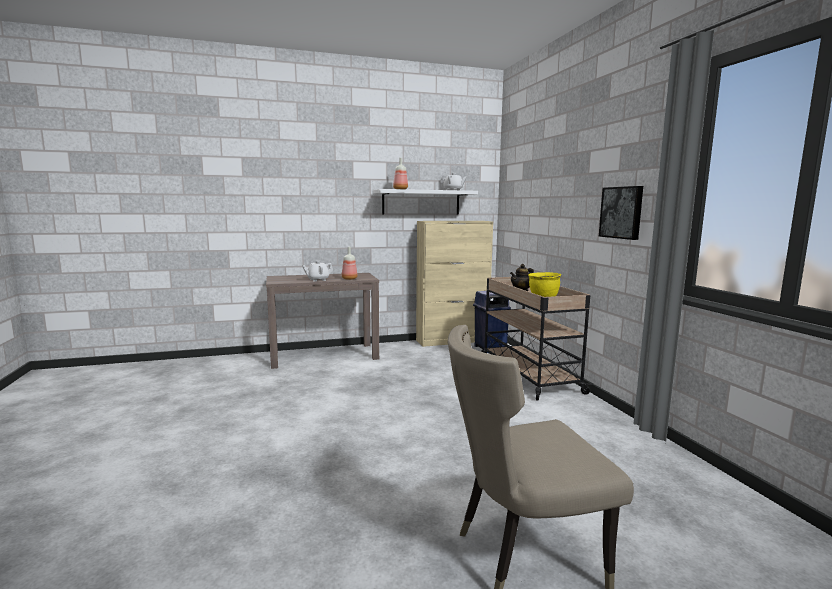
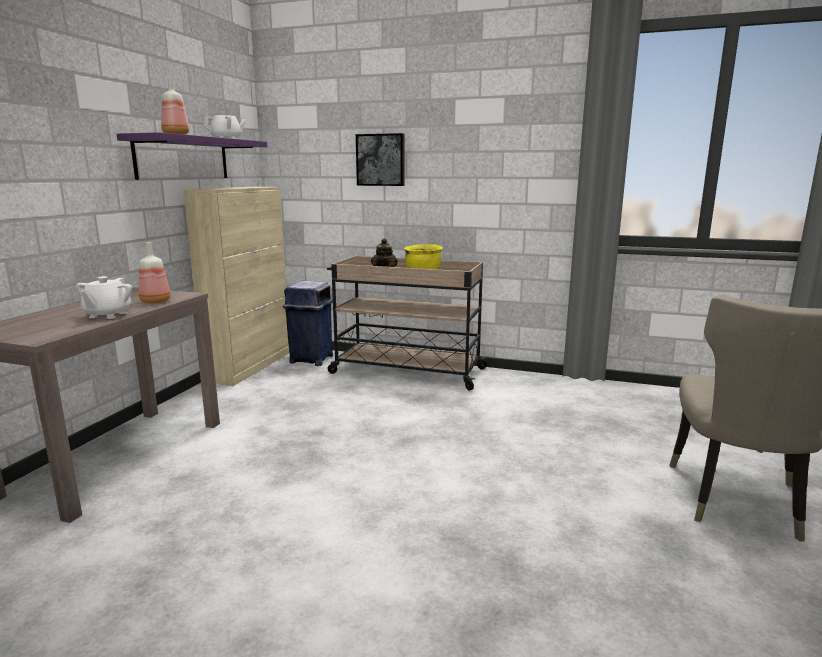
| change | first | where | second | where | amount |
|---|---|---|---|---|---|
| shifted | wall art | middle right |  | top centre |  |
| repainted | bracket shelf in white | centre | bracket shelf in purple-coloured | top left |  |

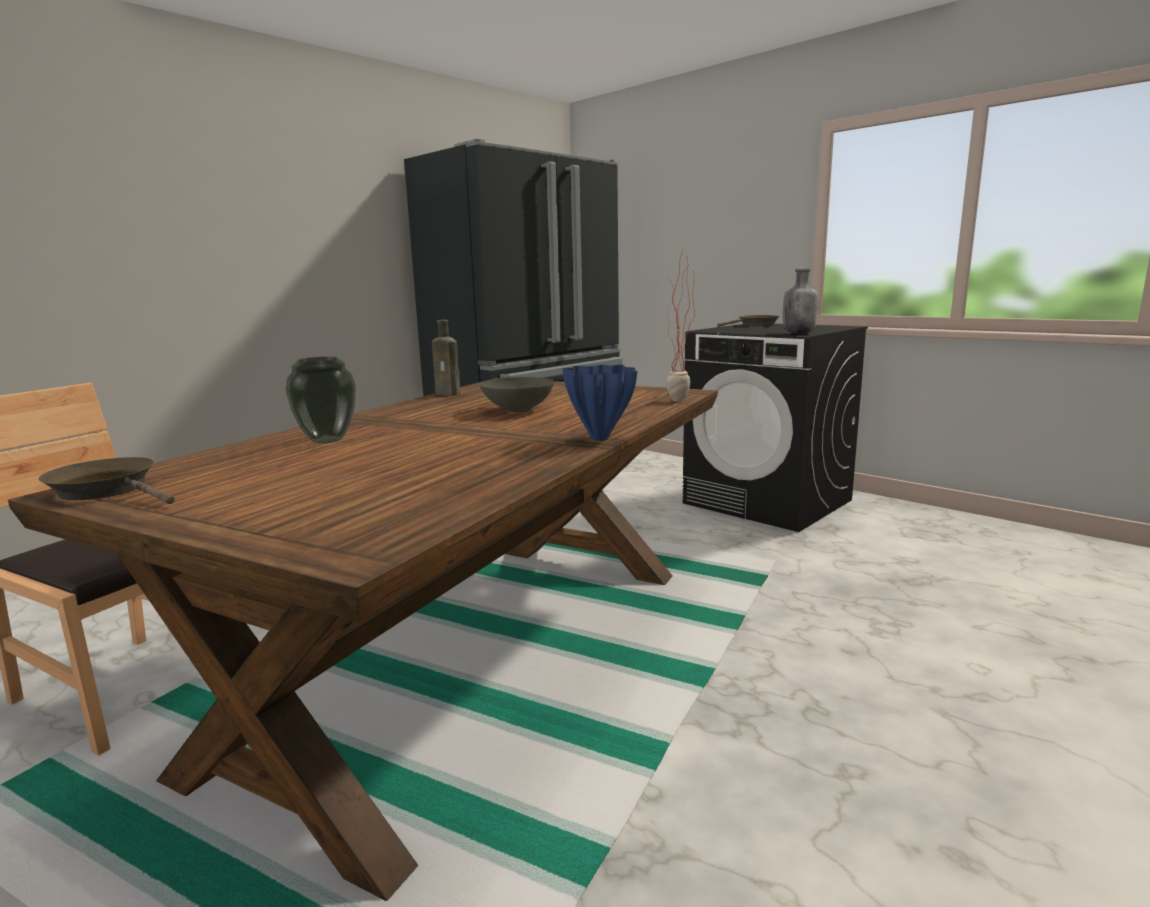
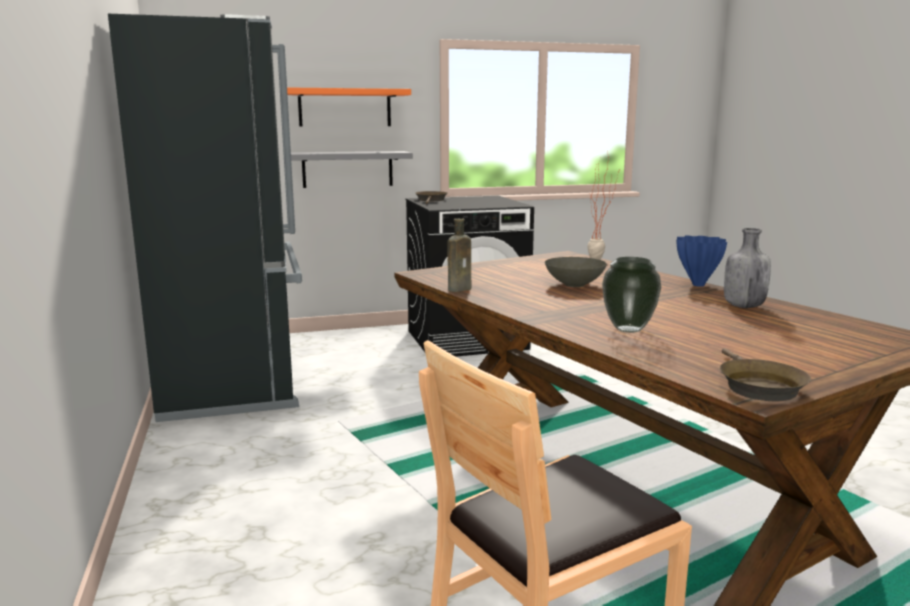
| change | first | where | second | where | amount |
|---|---|---|---|---|---|
| shifted | beverage bottle in gray | top right |  | middle right |  |
| rotated | pan in brown (no. 1 from left in the first image) | middle left | pan in brown (no. 2 from left) | middle right | 60 degrees counterclockwise |
| new |  |  | bracket shelf in orangey | top centre |  |
| new |  |  | bracket shelf in gray | top centre |  |

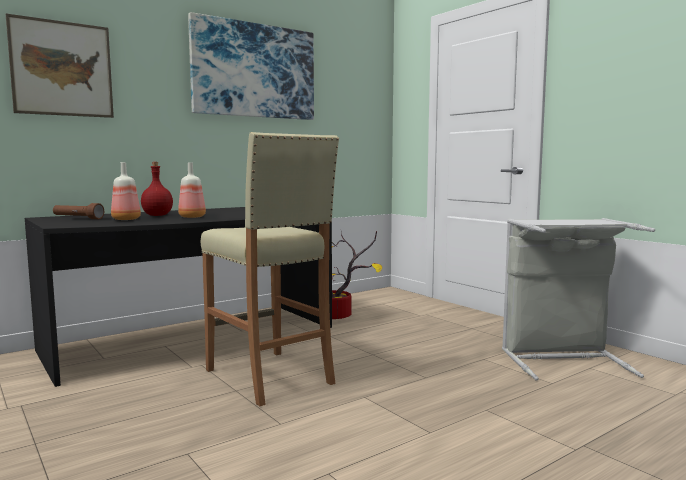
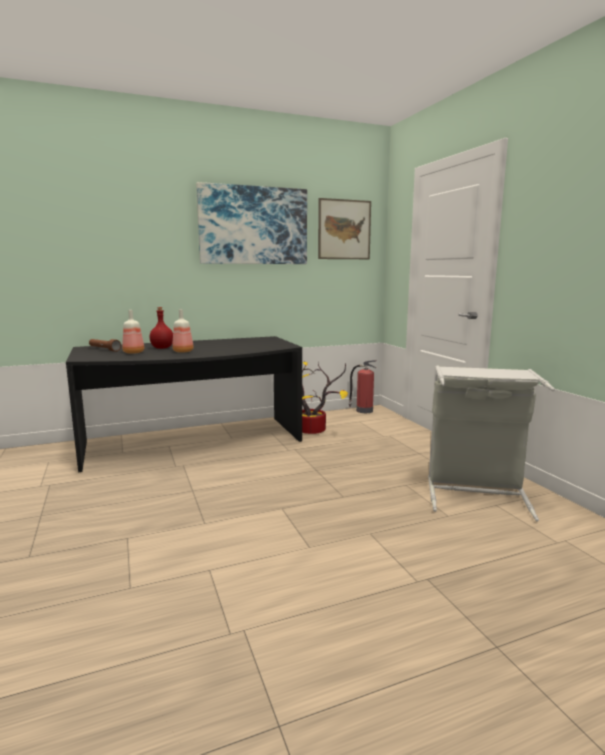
| change | first | where | second | where | amount |
|---|---|---|---|---|---|
| shifted | wall art (no. 1 from left in the first image) | top left | wall art (no. 2 from left) | top centre |  |
| gone | stool in sand-coloured | centre |  |  |  |
| new |  |  | fire extinguisher | centre |  |

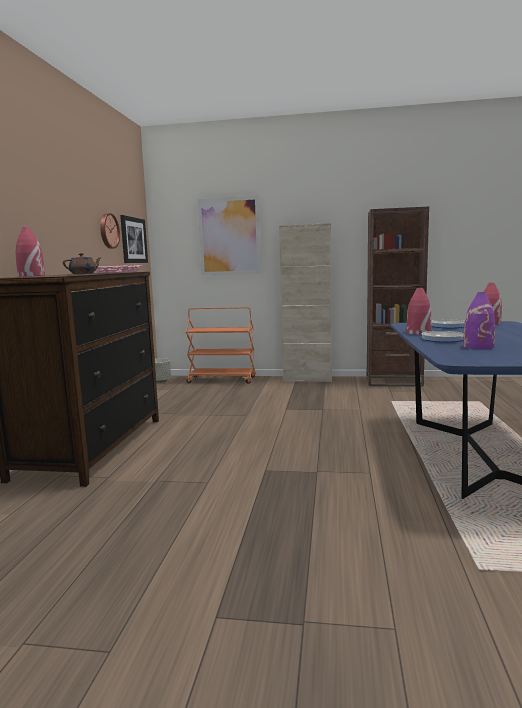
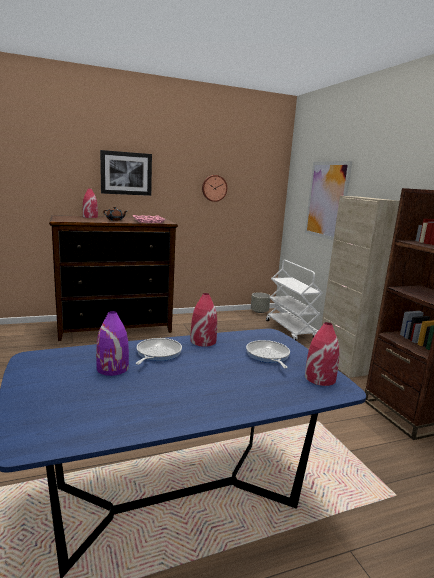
| change | first | where | second | where | amount |
|---|---|---|---|---|---|
| shifted | wall art (no. 1 from left) | middle left |  | top left |  |
| repainted | wheeled cart in orangey | centre | wheeled cart in white | middle right |  |

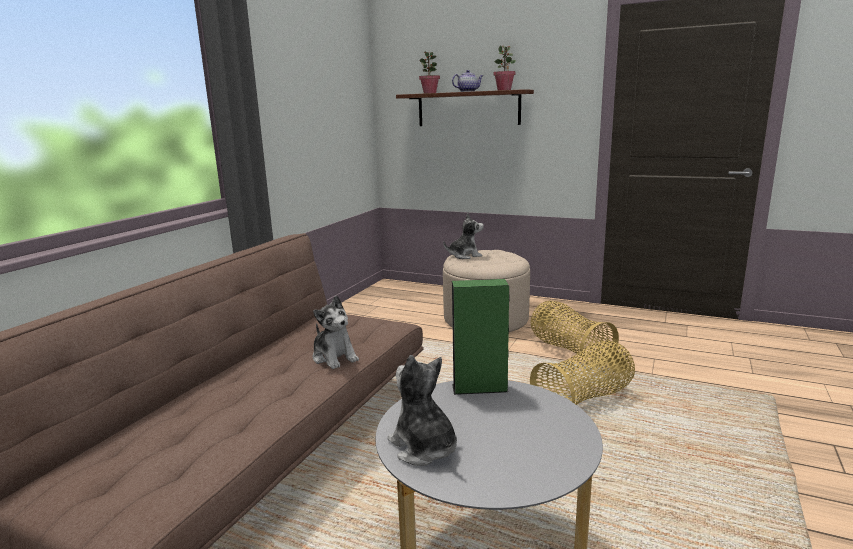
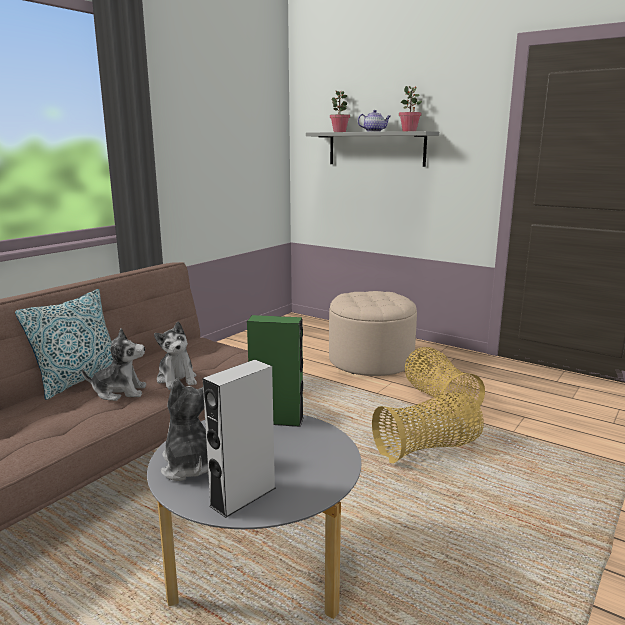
| change | first | where | second | where | amount |
|---|---|---|---|---|---|
| repainted | bracket shelf in brown | top centre | bracket shelf in gray | top centre |  |
| shifted | cuddly toy (no. 3 from left in the first image) | centre | cuddly toy (no. 1 from left) | middle left |  |
| new |  |  | pillow | middle left |  |
| new |  |  | loudspeaker in gray | bottom centre |  |

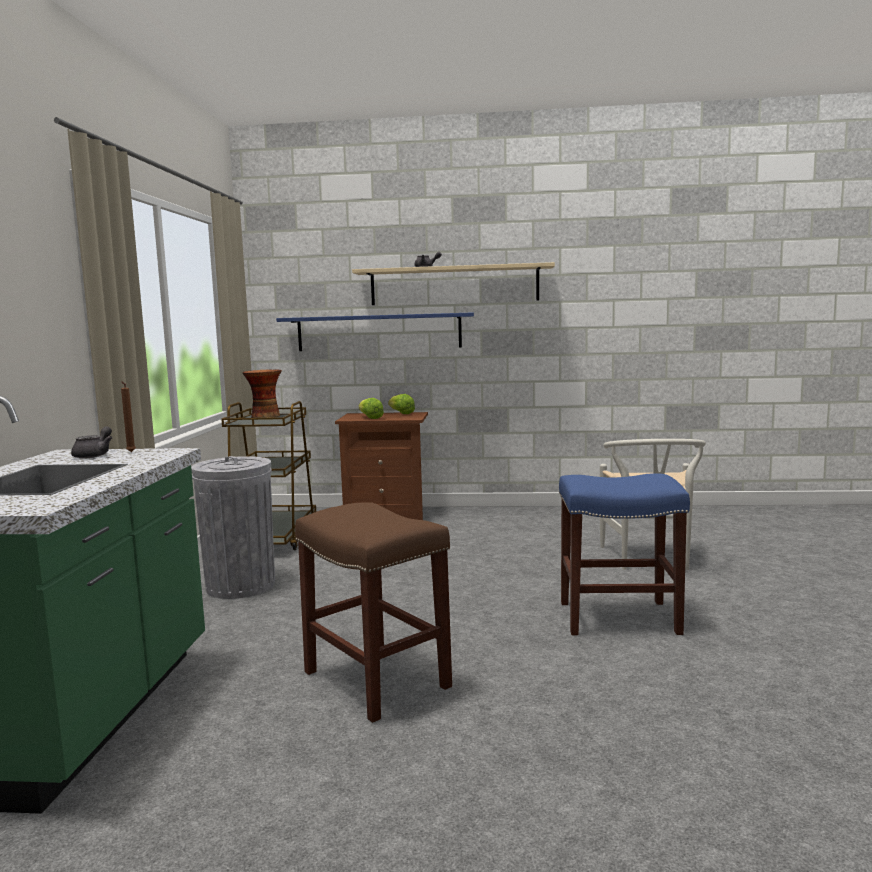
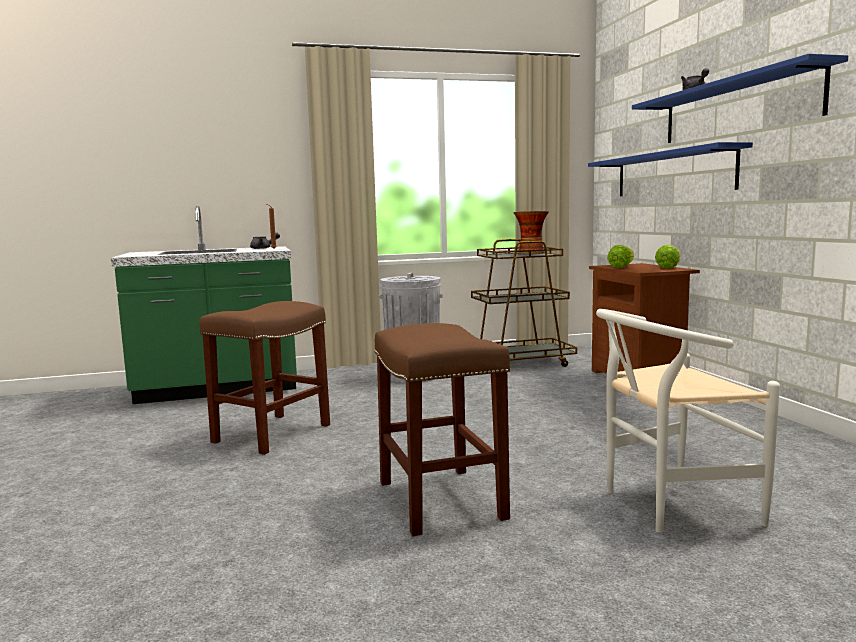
| change | first | where | second | where | amount |
|---|---|---|---|---|---|
| repainted | bracket shelf in sand-coloured | top centre | bracket shelf in blue-coloured (no. 2 from left) | top right |  |
| repainted | stool in blue-coloured | middle right | stool in brown (no. 2 from left) | bottom centre |  |

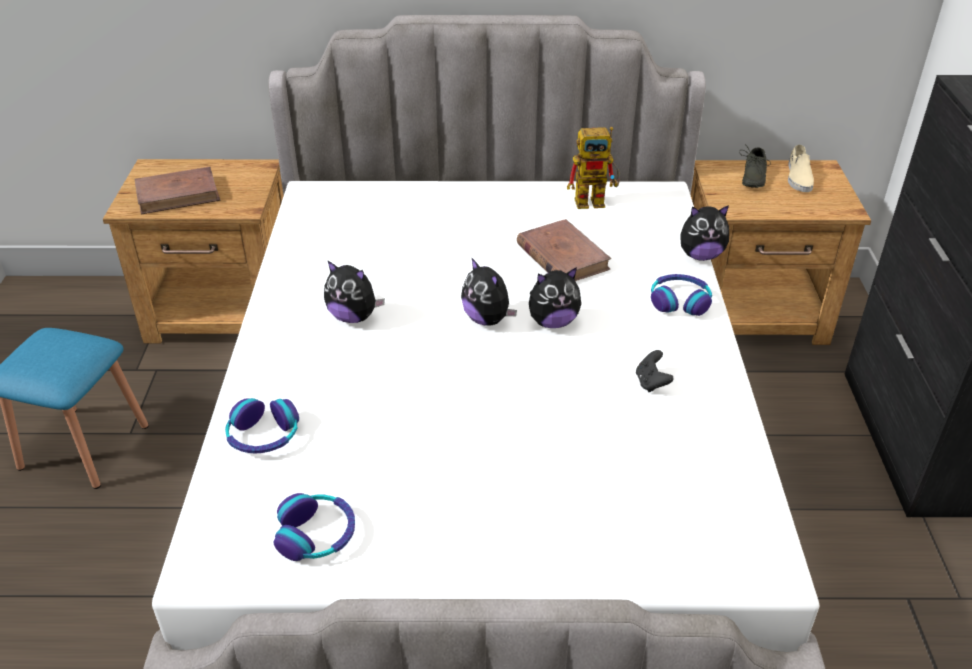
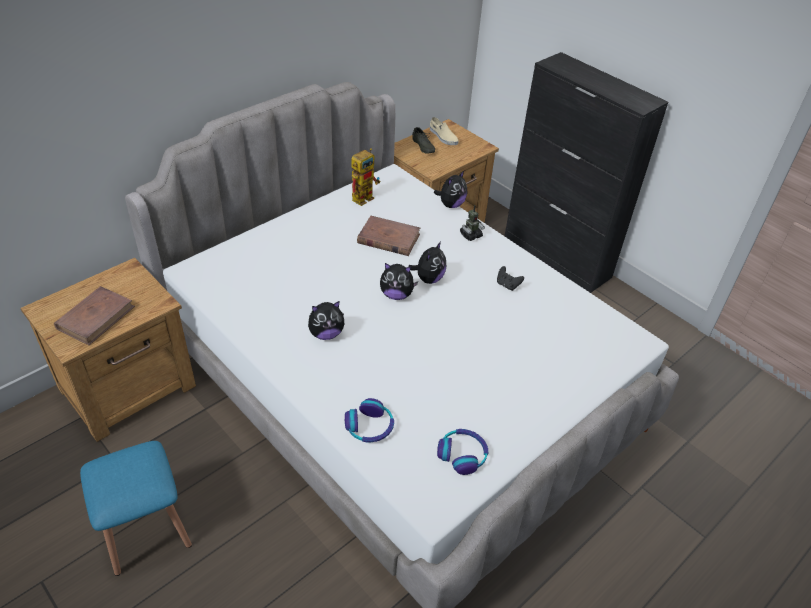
| change | first | where | second | where | amount |
|---|---|---|---|---|---|
| swapped | pair of headphones (no. 3 from left) | middle right | model robot (no. 2 from left) | centre |  |

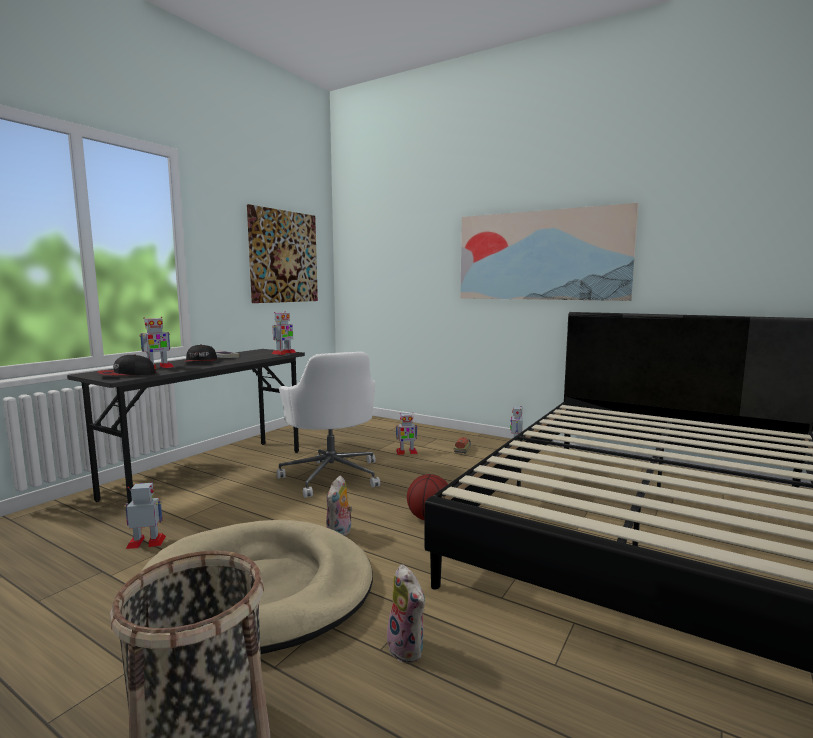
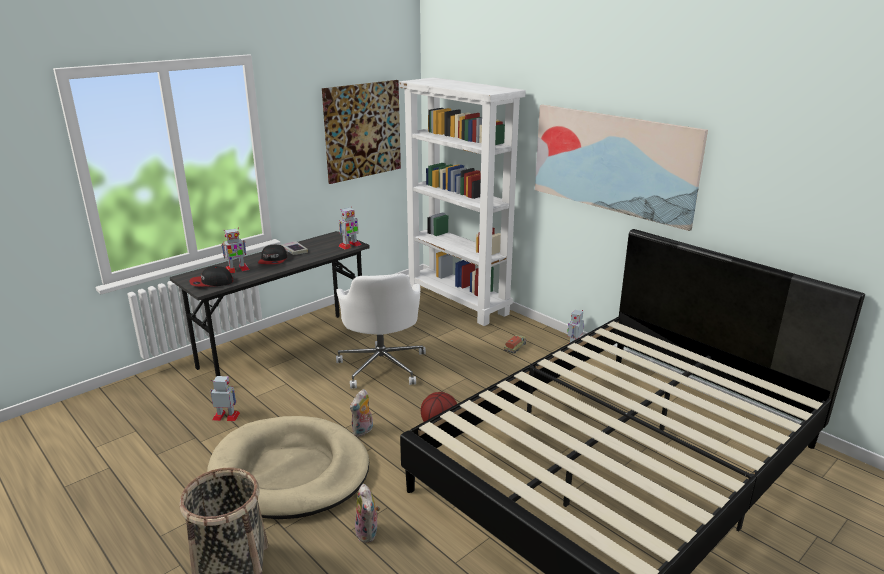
| change | first | where | second | where | amount |
|---|---|---|---|---|---|
| gone | model robot (no. 4 from left) | centre |  |  |  |
| new |  |  | shelving unit in white | centre |  |

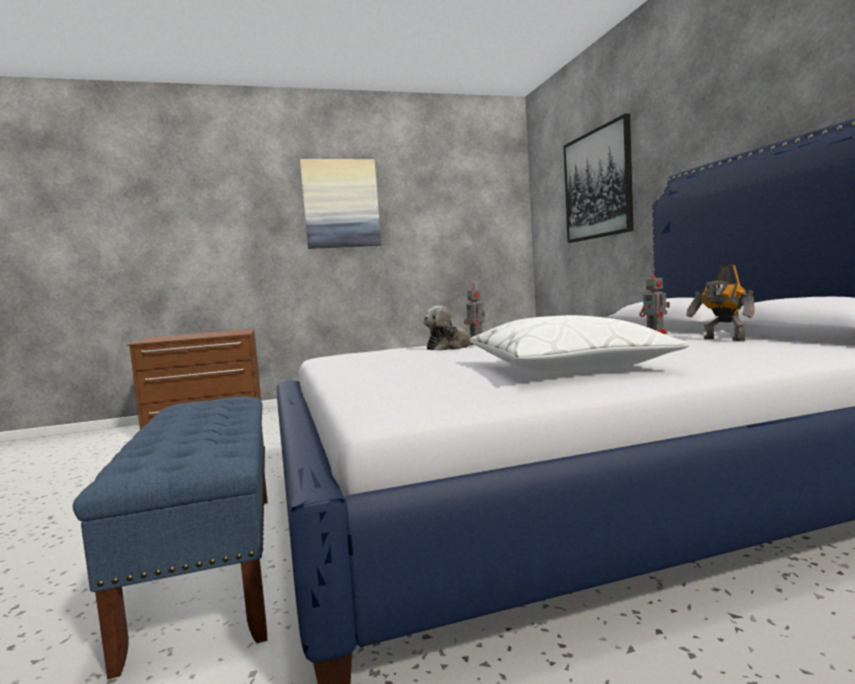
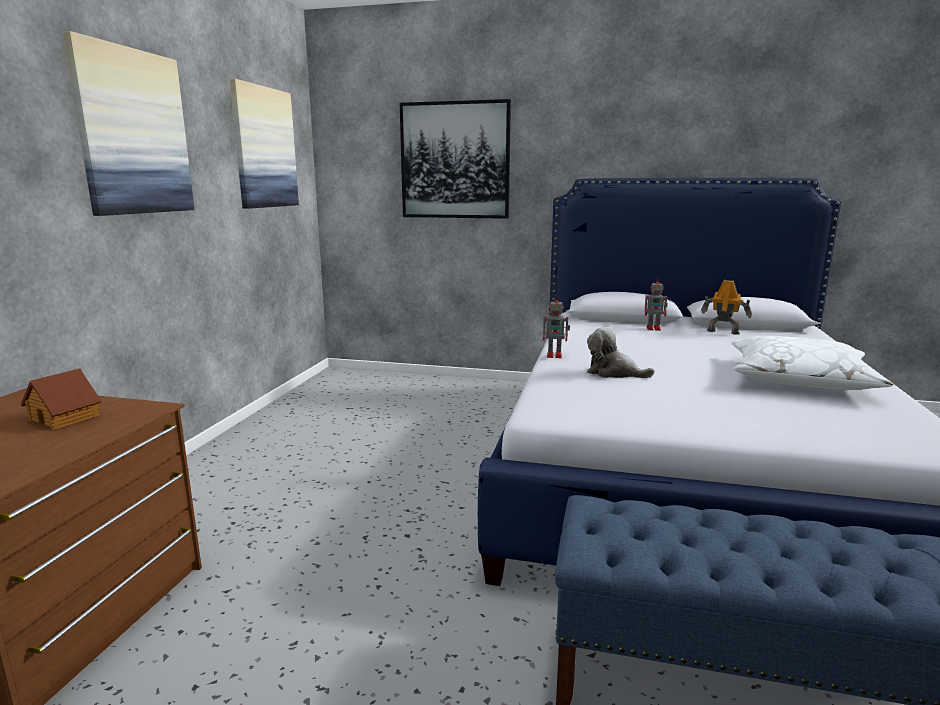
| change | first | where | second | where | amount |
|---|---|---|---|---|---|
| rotated | model robot (no. 3 from left) | middle right |  | middle right | 150 degrees counterclockwise |
| rotated | cuddly toy | centre |  | centre | 120 degrees clockwise |
| new |  |  | wall art (no. 2 from left) | top left |  |
| new |  |  | miniature house | middle left |  |

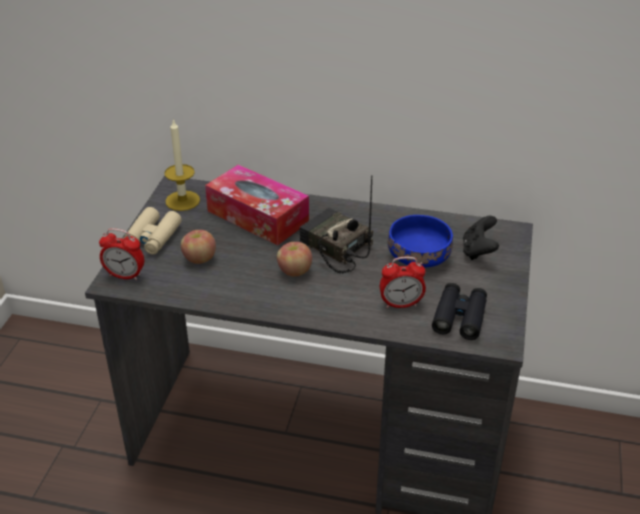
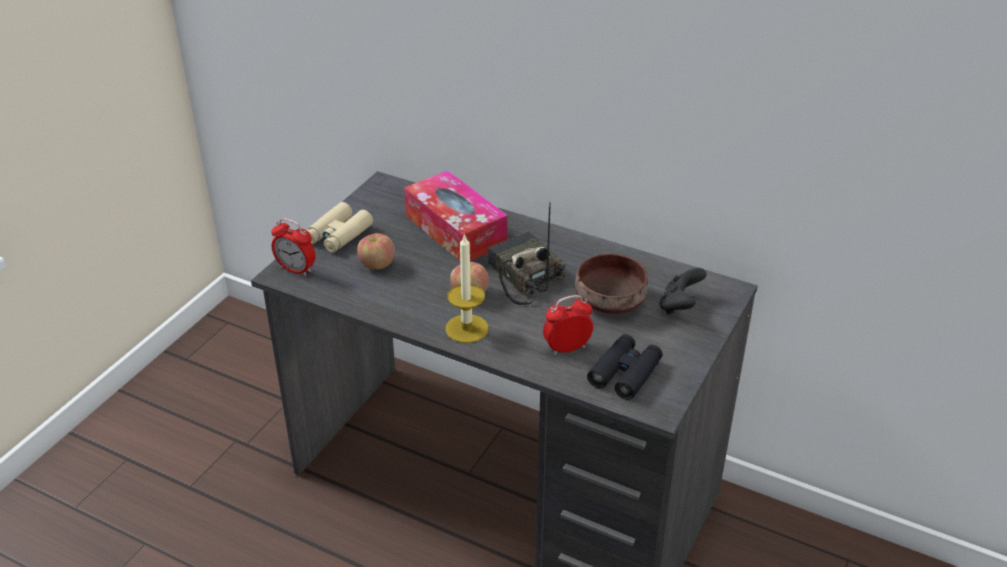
| change | first | where | second | where | amount |
|---|---|---|---|---|---|
| shifted | candle | top left |  | centre |  |
| repainted | bowl in blue-coloured | centre | bowl in brown | centre |  |
| rotated | alarm clock (no. 2 from left) | centre |  | centre | 150 degrees clockwise |

